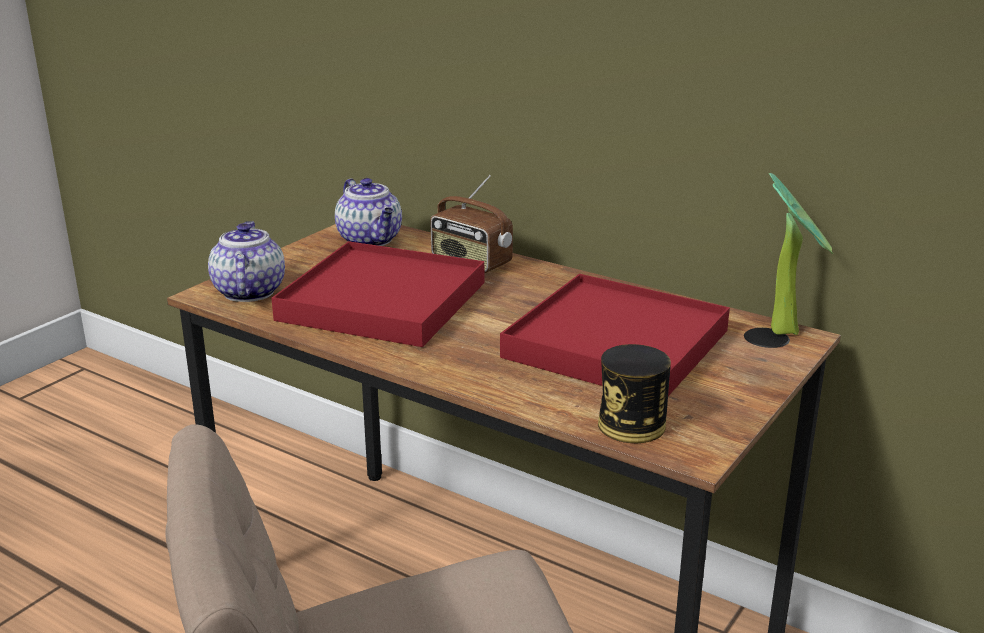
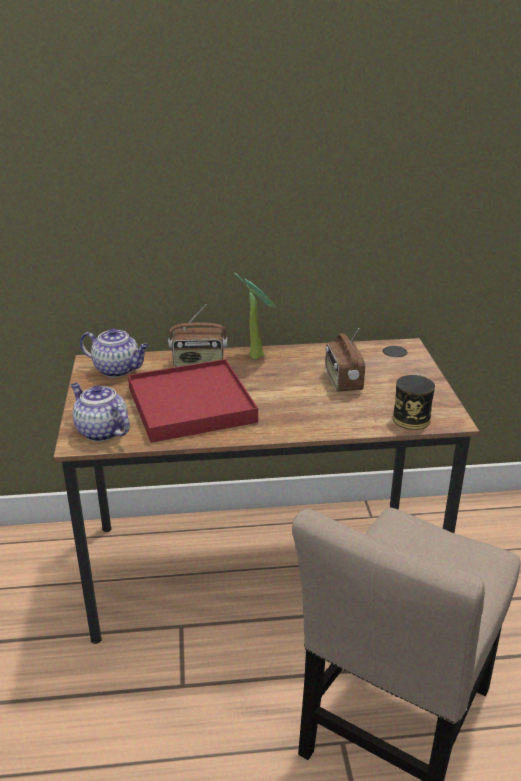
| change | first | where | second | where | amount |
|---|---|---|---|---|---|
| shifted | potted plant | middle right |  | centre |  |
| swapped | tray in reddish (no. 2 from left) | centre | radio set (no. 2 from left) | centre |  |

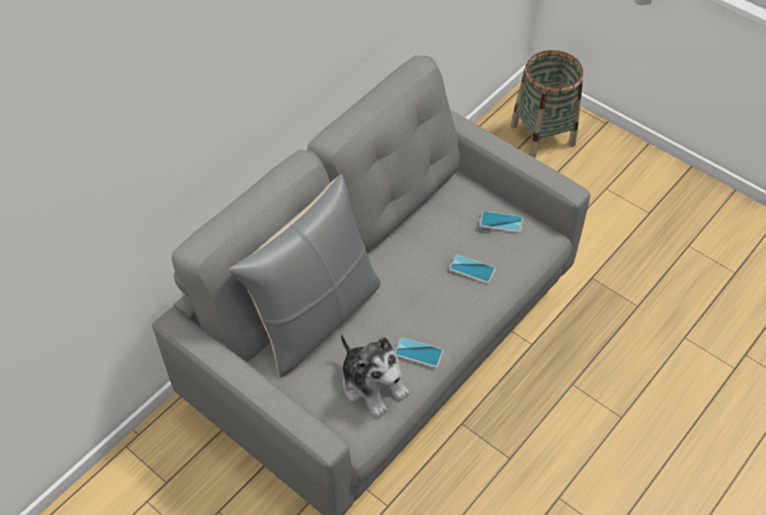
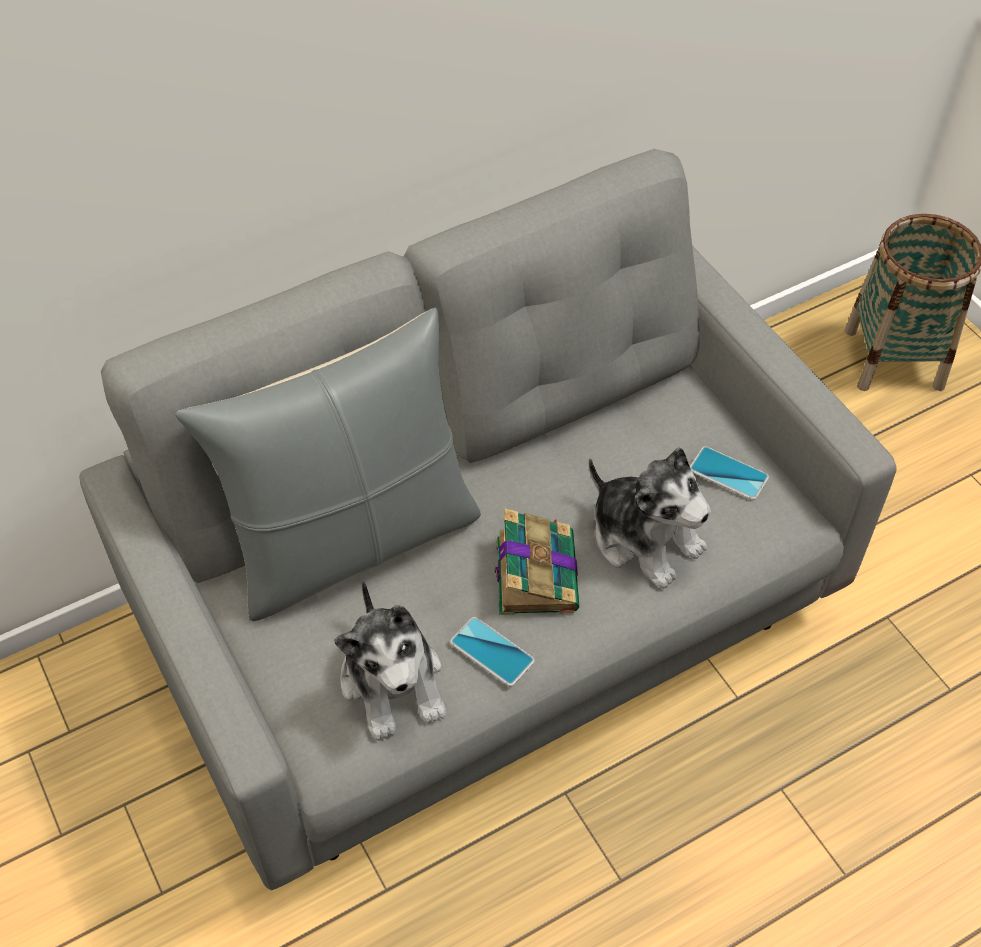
| change | first | where | second | where | amount |
|---|---|---|---|---|---|
| swapped | telephone (no. 2 from left) | centre | cuddly toy (no. 2 from left) | centre |  |
| new |  |  | volume | centre |  |

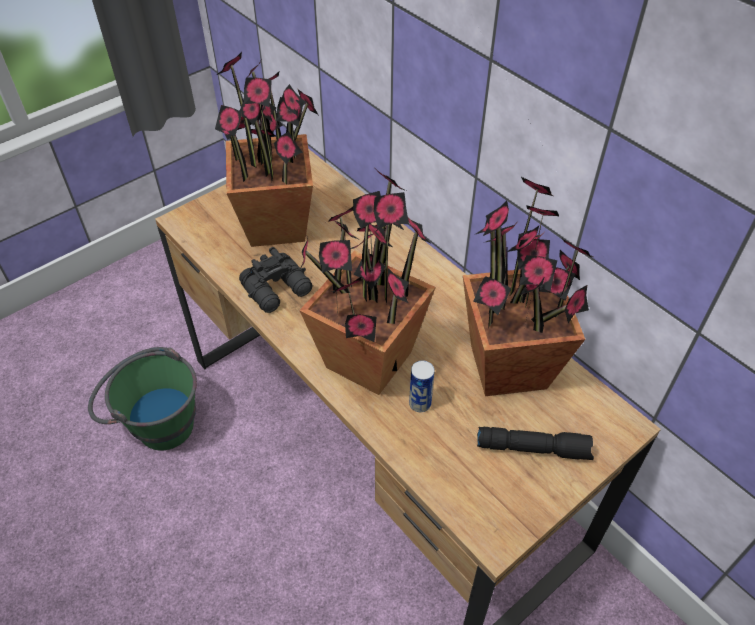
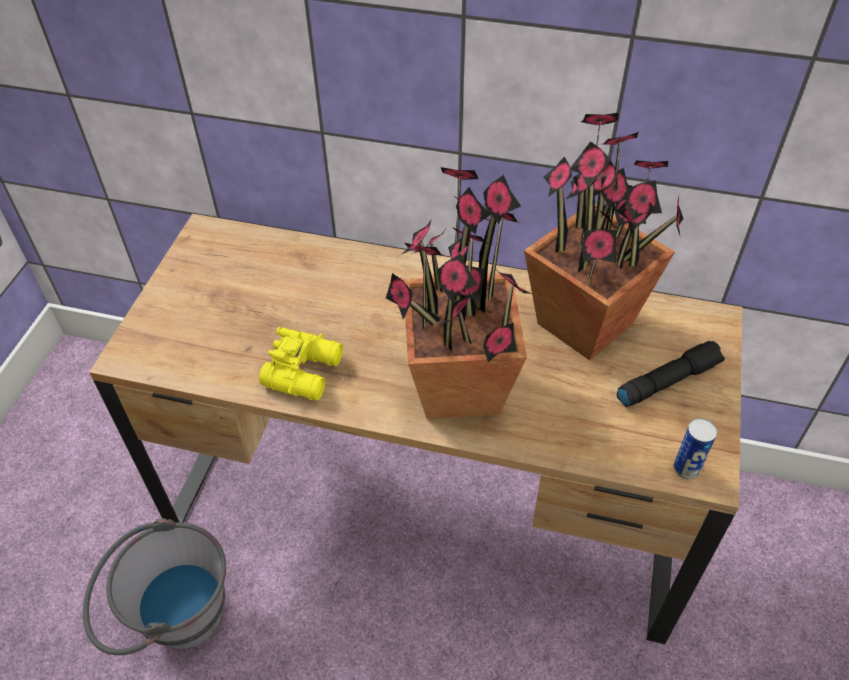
| change | first | where | second | where | amount |
|---|---|---|---|---|---|
| gone | potted plant (no. 1 from left) | top centre |  |  |  |
| repainted | pair of binoculars in black-coloured | centre | pair of binoculars in yellowish | centre |  |
| repainted | pail in green | middle left | pail in gray | bottom left |  |
| shifted | sealed can | centre |  | middle right |  |

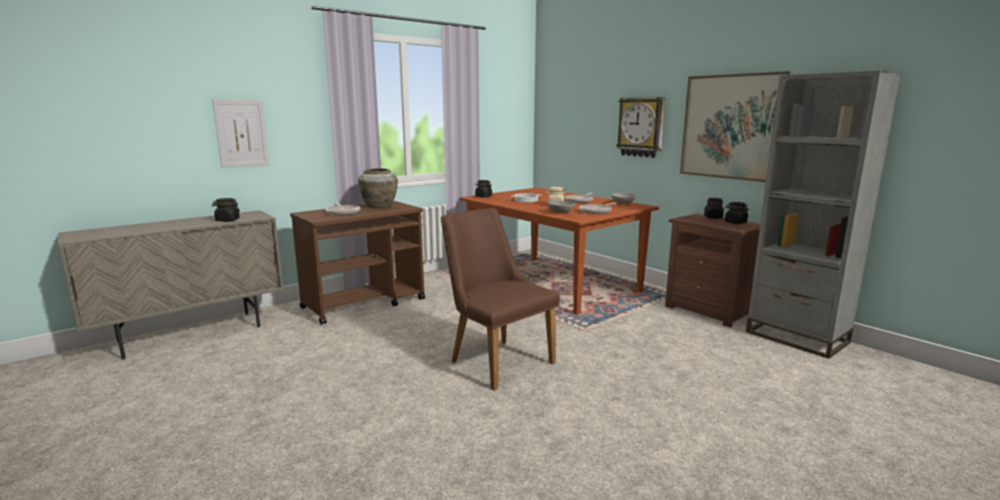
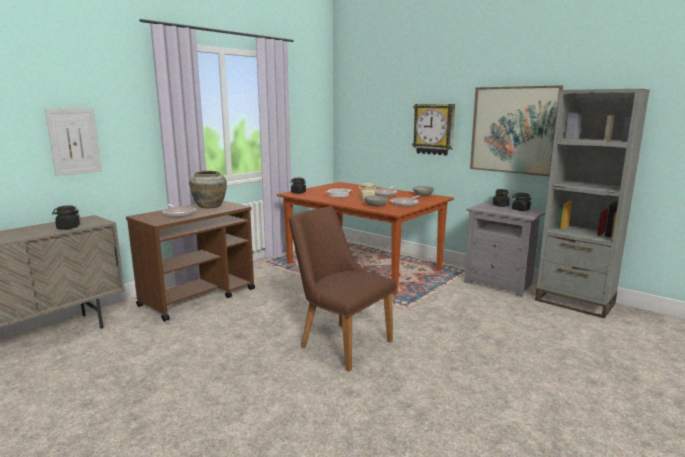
| change | first | where | second | where | amount |
|---|---|---|---|---|---|
| repainted | bedside table in brown | middle right | bedside table in gray | middle right |  |

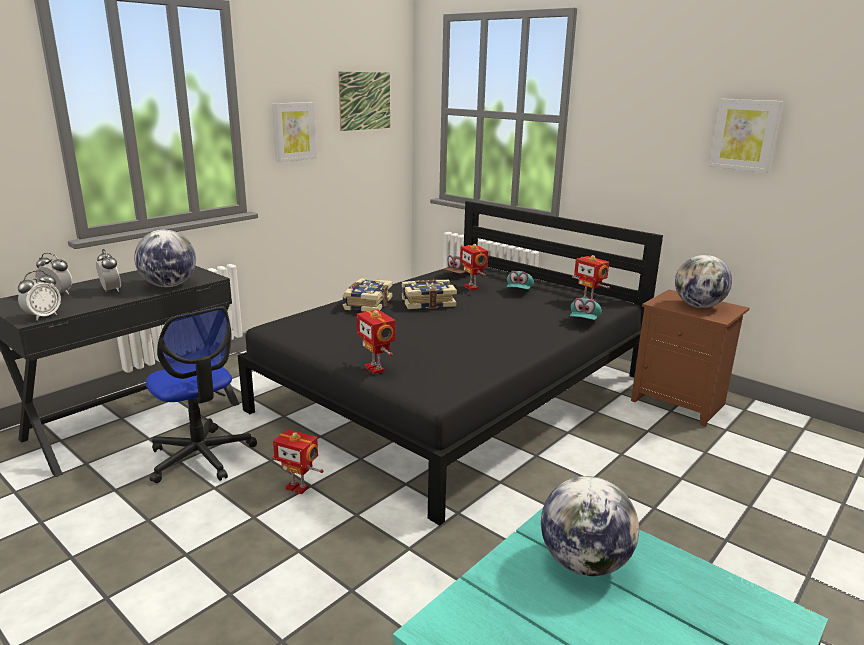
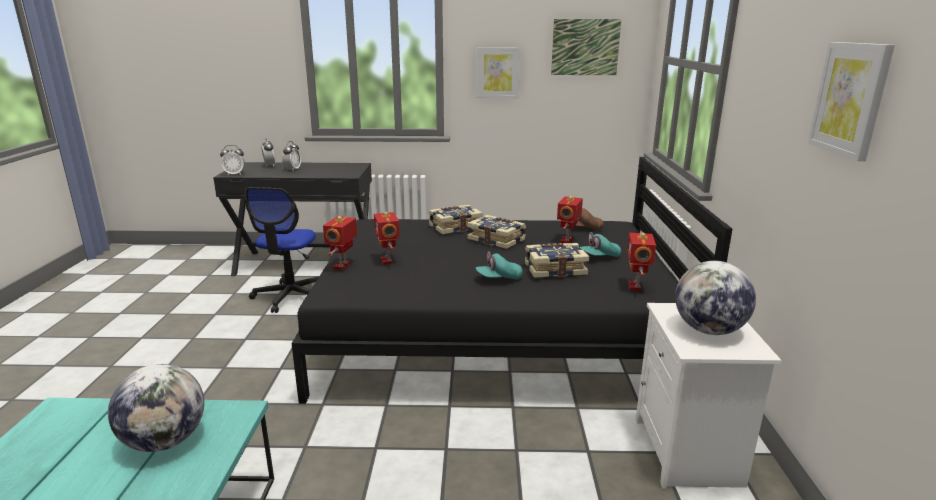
| change | first | where | second | where | amount |
|---|---|---|---|---|---|
| gone | globe (no. 1 from left) | middle left |  |  |  |
| repainted | bedside table in brown | middle right | bedside table in white | bottom right |  |
| shifted | cap in blue-green (no. 2 from left in the first image) | middle right | cap in blue-green (no. 1 from left) | centre |  |
| shifted | model robot (no. 1 from left in the first image) | bottom centre | model robot (no. 2 from left) | centre |  |
| new |  |  | volume (no. 3 from left) | centre |  |

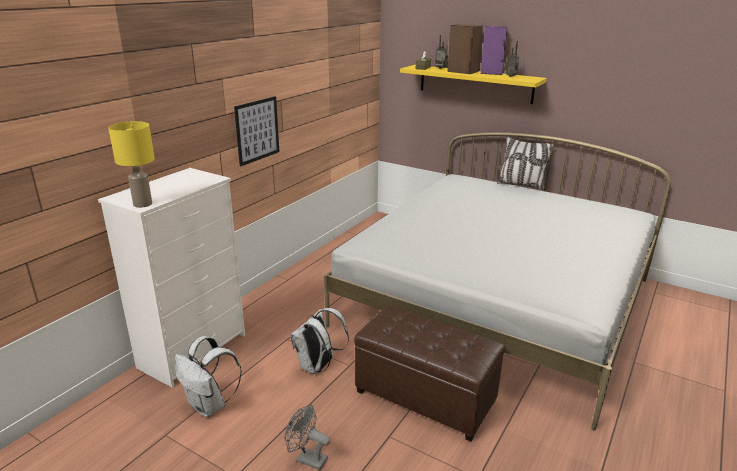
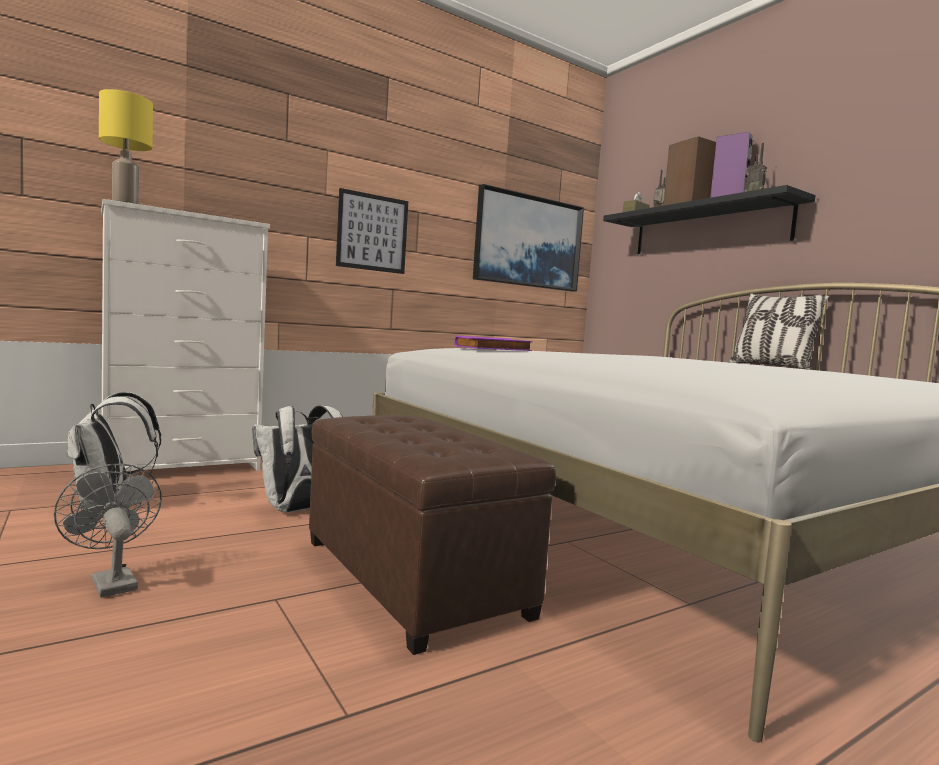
| change | first | where | second | where | amount |
|---|---|---|---|---|---|
| repainted | bracket shelf in yellowish | top centre | bracket shelf in black-coloured | top right |  |
| new |  |  | wall art (no. 2 from left) | top centre |  |
| new |  |  | volume in purple-coloured | centre |  |

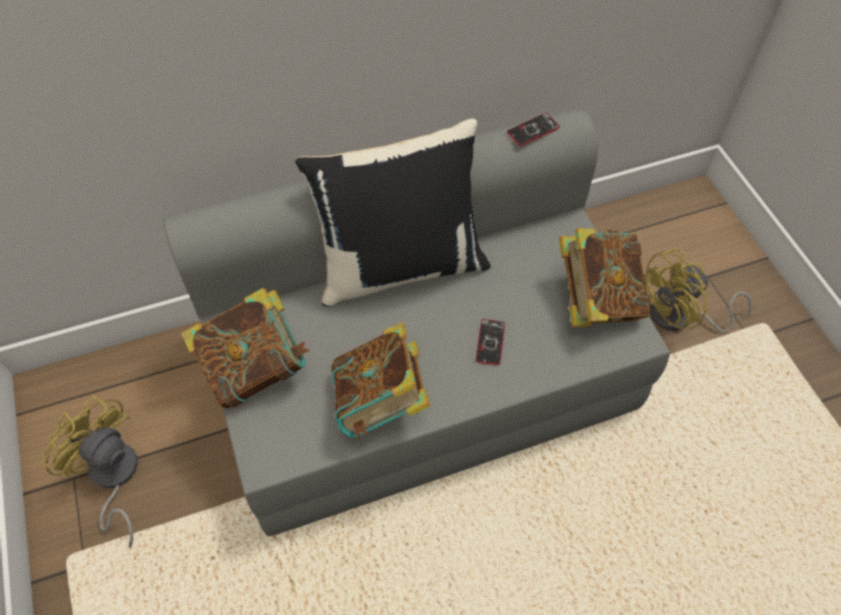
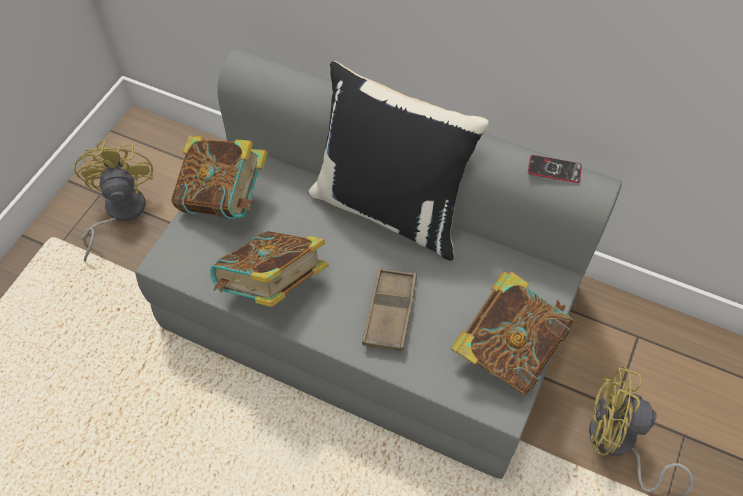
| change | first | where | second | where | amount |
|---|---|---|---|---|---|
| swapped | telephone (no. 1 from left) | centre | tray in brown | centre |  |

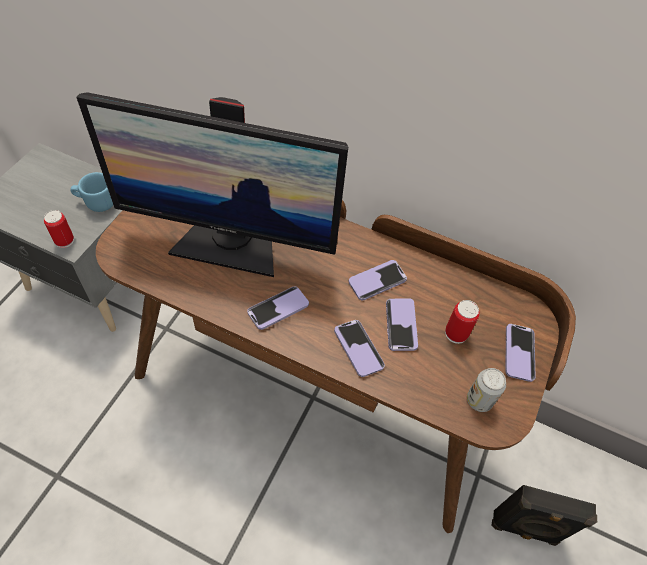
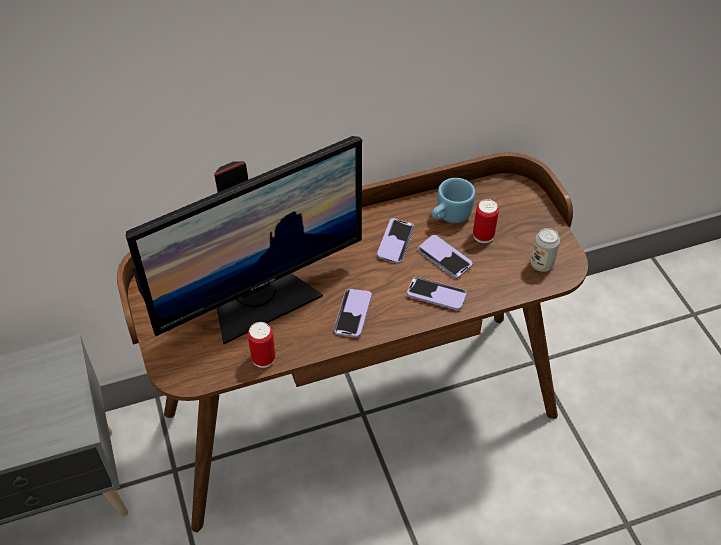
| change | first | where | second | where | amount |
|---|---|---|---|---|---|
| shifted | coffee mug in blue-coloured | middle left |  | centre |  |
| shifted | sealed can (no. 1 from left) | middle left |  | centre |  |
| gone | telephone (no. 5 from left) | middle right |  |  |  |
| gone | loudspeaker in black-coloured | bottom right |  |  |  |

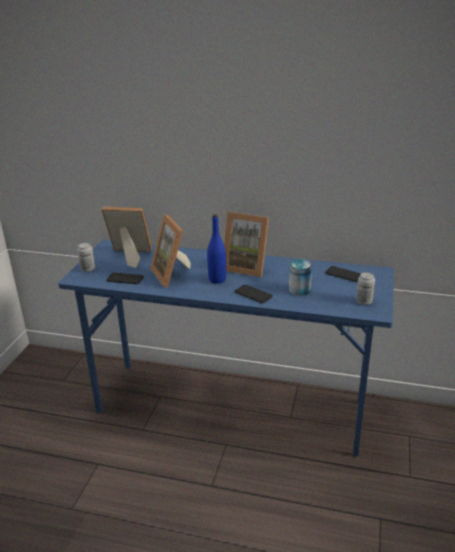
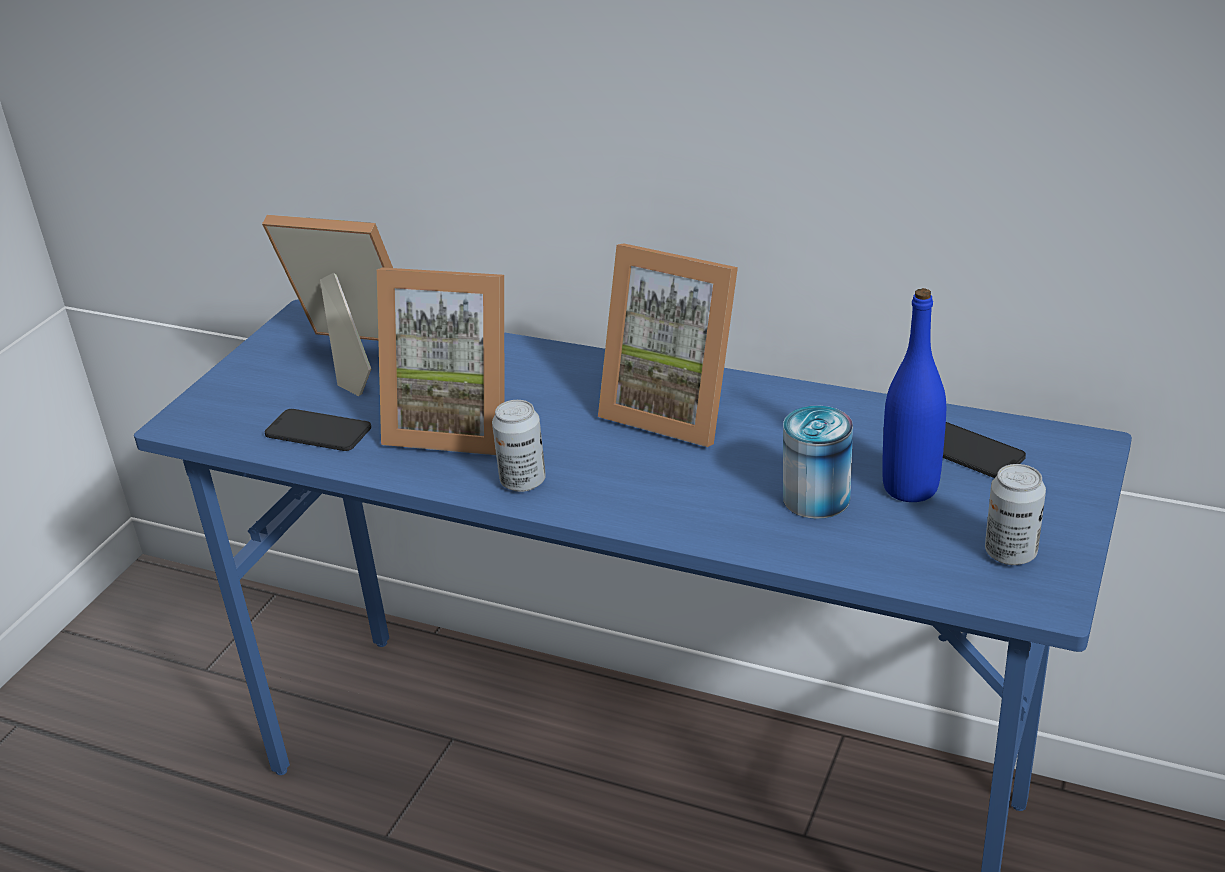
| change | first | where | second | where | amount |
|---|---|---|---|---|---|
| shifted | beverage bottle in blue-coloured | centre |  | middle right |  |
| rotated | standing frame (no. 2 from left) | centre |  | centre | 60 degrees counterclockwise |
| shifted | sealed can (no. 1 from left) | middle left |  | centre |  |
| gone | telephone (no. 2 from left) | centre |  |  |  |

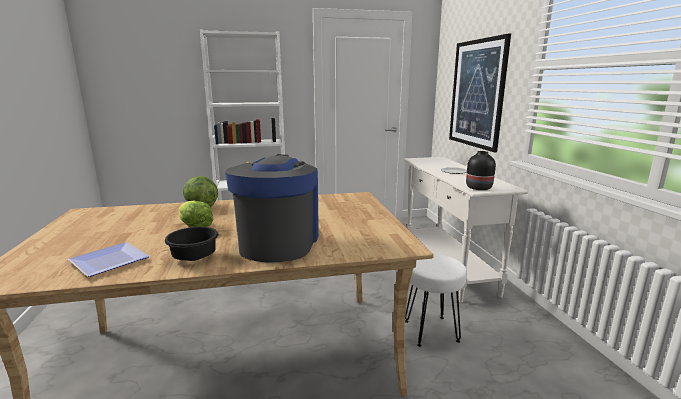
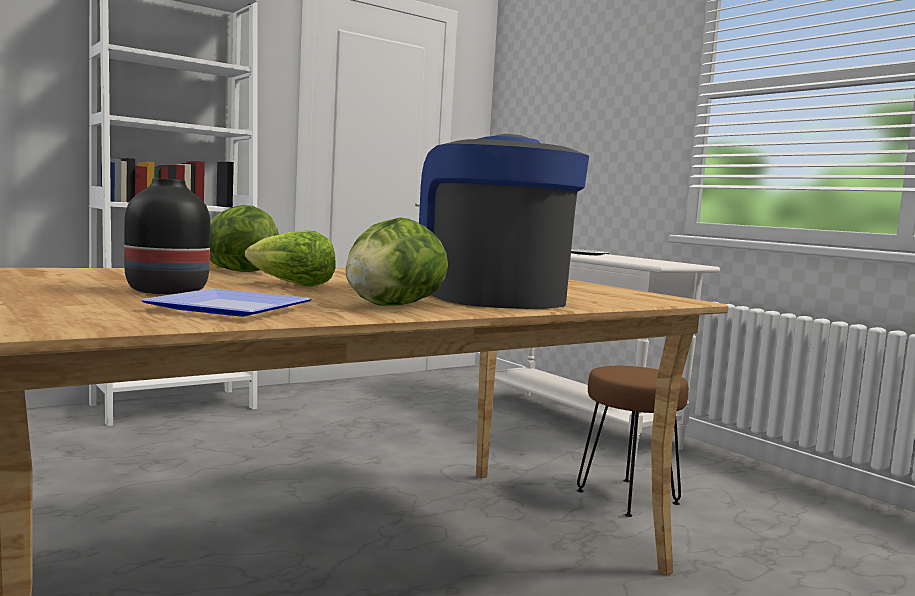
| change | first | where | second | where | amount |
|---|---|---|---|---|---|
| gone | wall art | top right |  |  |  |
| shifted | decorative vase in black-coloured | middle right |  | middle left |  |
| swapped | bowl in black-coloured | middle left | lettuce (no. 3 from left) | centre |  |
| repainted | stool in white | bottom centre | stool in brown | bottom right |  |

